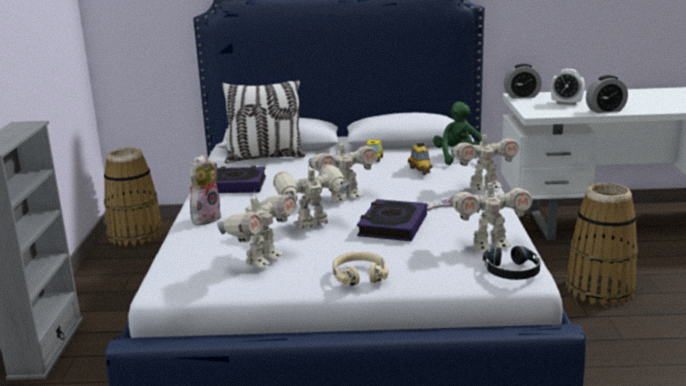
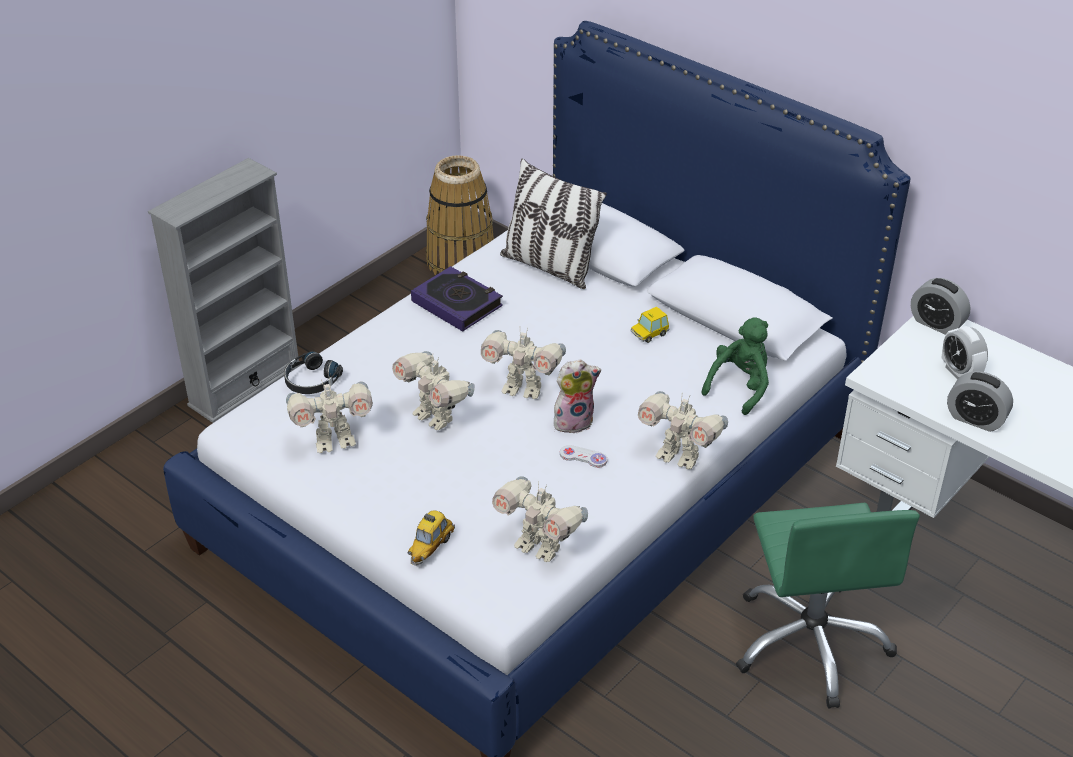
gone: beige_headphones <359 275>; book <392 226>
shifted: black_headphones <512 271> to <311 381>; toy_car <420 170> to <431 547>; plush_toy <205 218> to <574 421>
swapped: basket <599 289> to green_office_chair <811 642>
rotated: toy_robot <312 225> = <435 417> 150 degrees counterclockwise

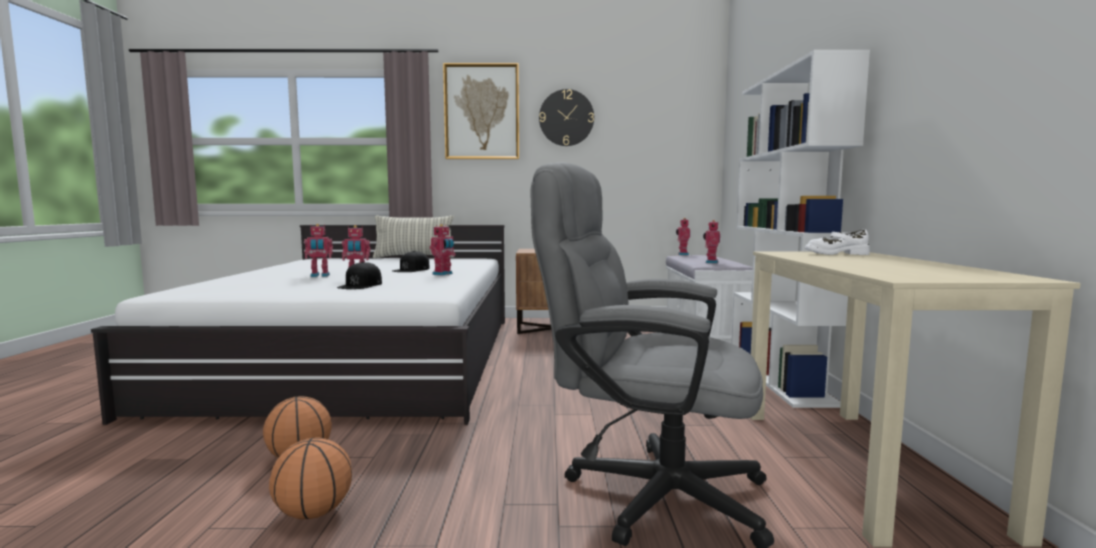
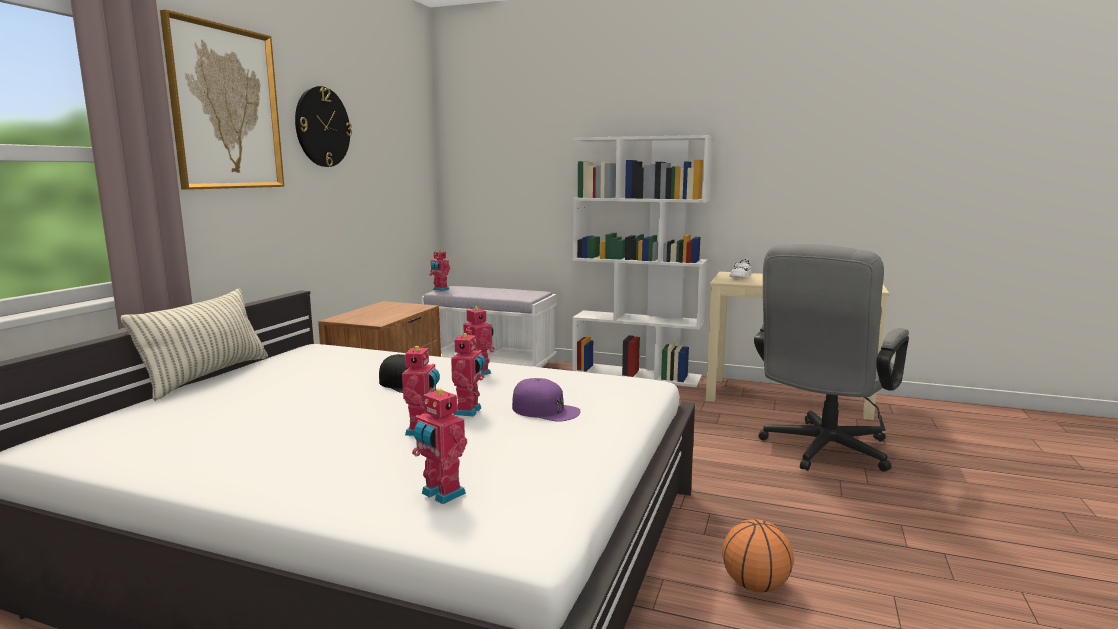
gone: basketball <314 513>
shifted: toy_robot <710 262> to <441 494>
repainted: black_cap <361 285> to purple_cap <545 410>

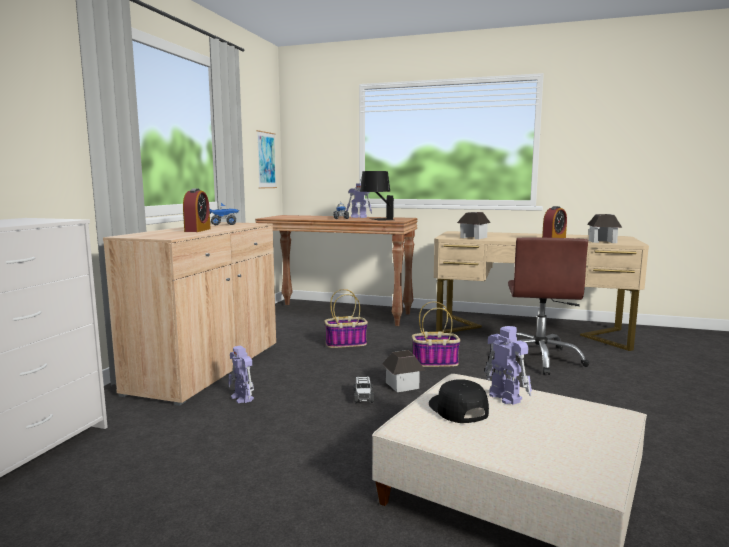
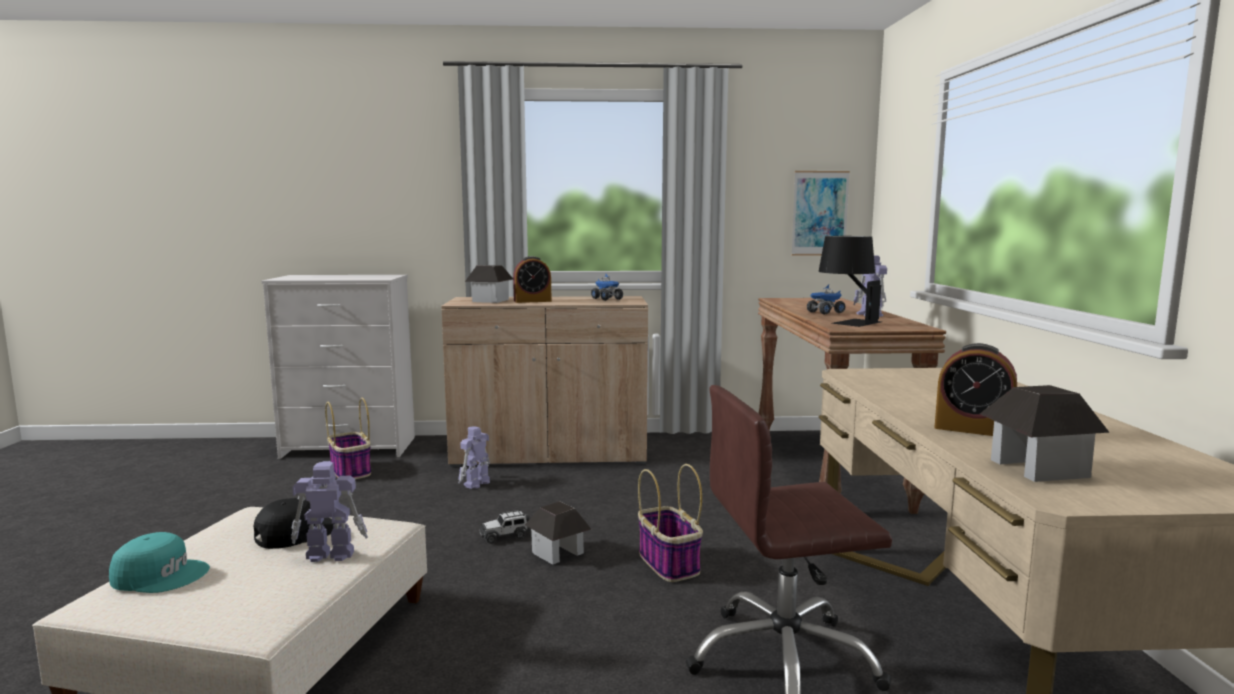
new: turquoise_cap <161 574>
shifted: basket <346 343> to <351 471>; toy_house <473 237> to <490 300>
rotated: toy_robot <504 397> = <329 554> 135 degrees counterclockwise

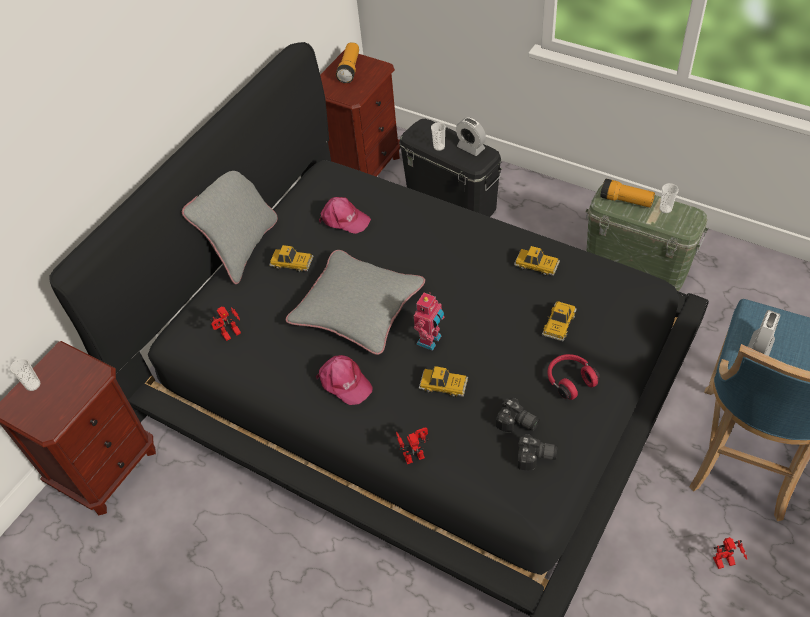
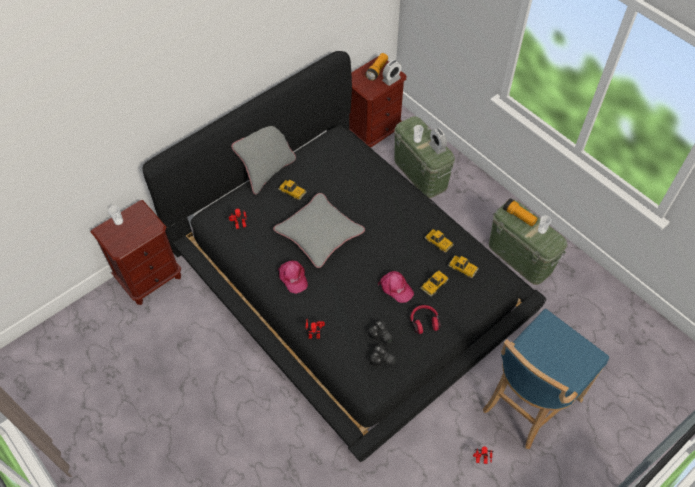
gone: toy_robot <430 341>
shifted: pink_cap <344 219> to <395 288>; alarm_clock <759 347> to <391 80>; toy_car <443 385> to <463 268>
repainted: black_storage_box <451 200> to green_storage_box <420 173>

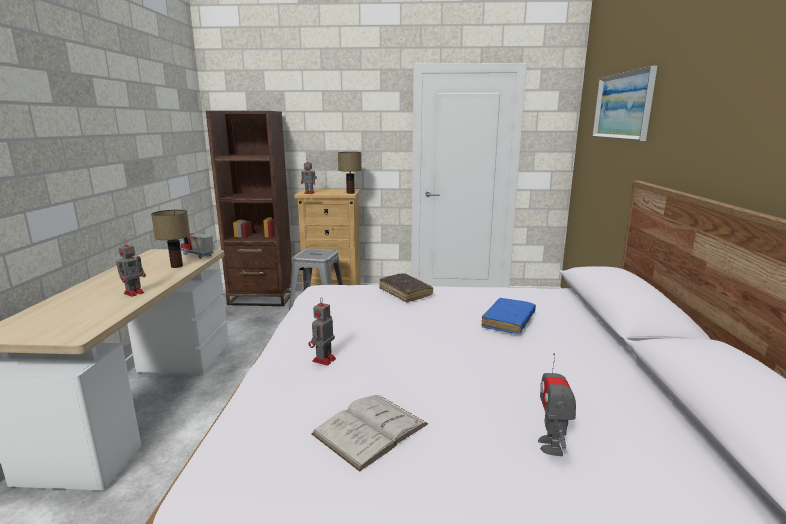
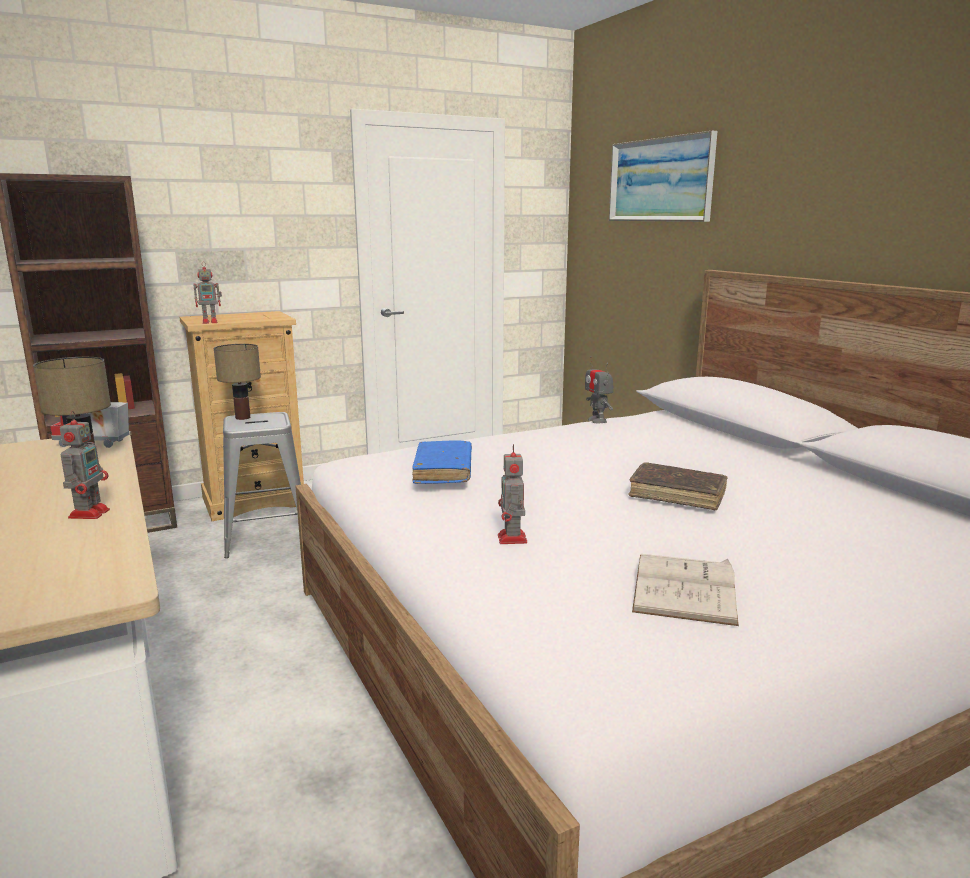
shifted: table_lamp <350 193> to <243 417>; blue_book <508 321> to <443 471>; toy_robot <551 445> to <597 420>; brown_book <405 292> to <677 495>

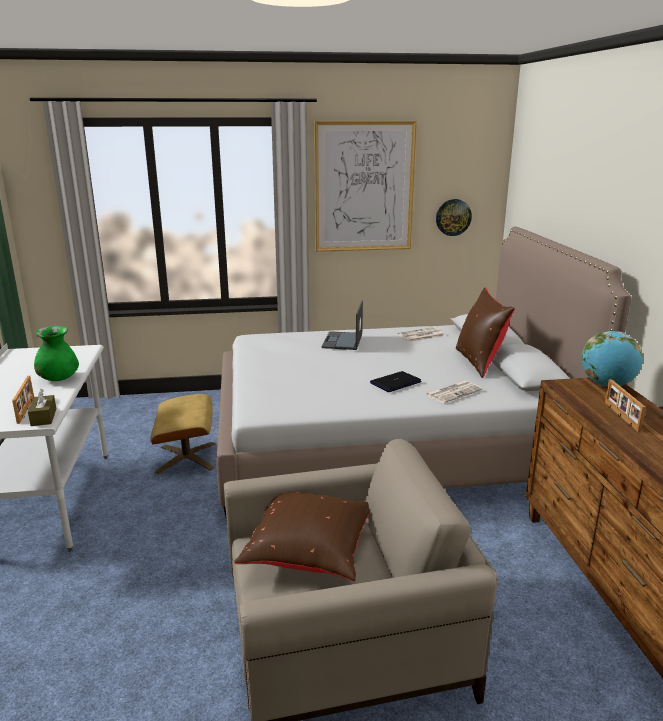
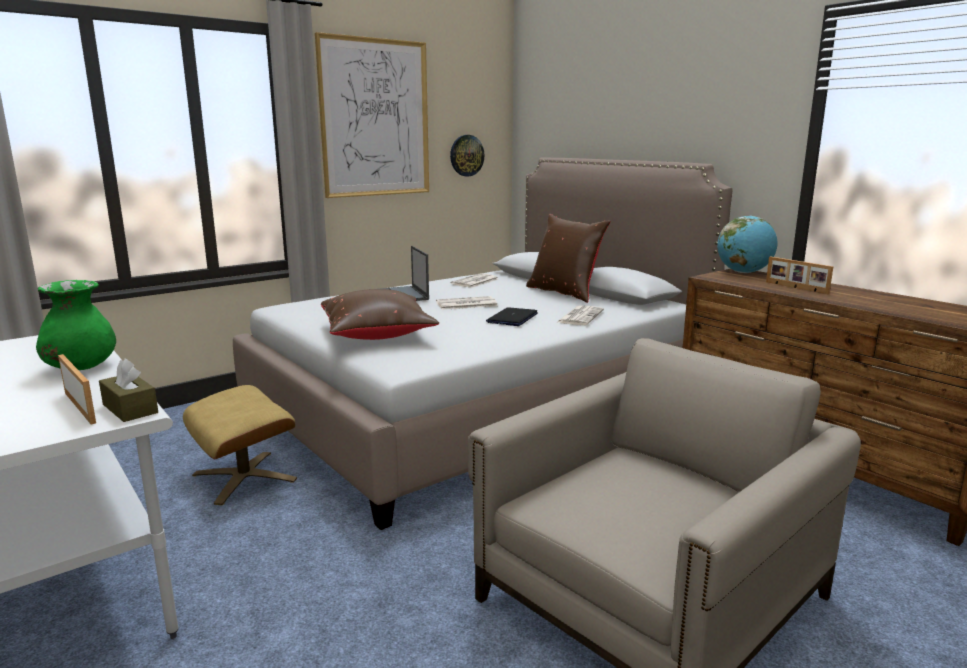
new: newspaper <466 304>
shifted: brown_pillow <310 551> to <378 335>

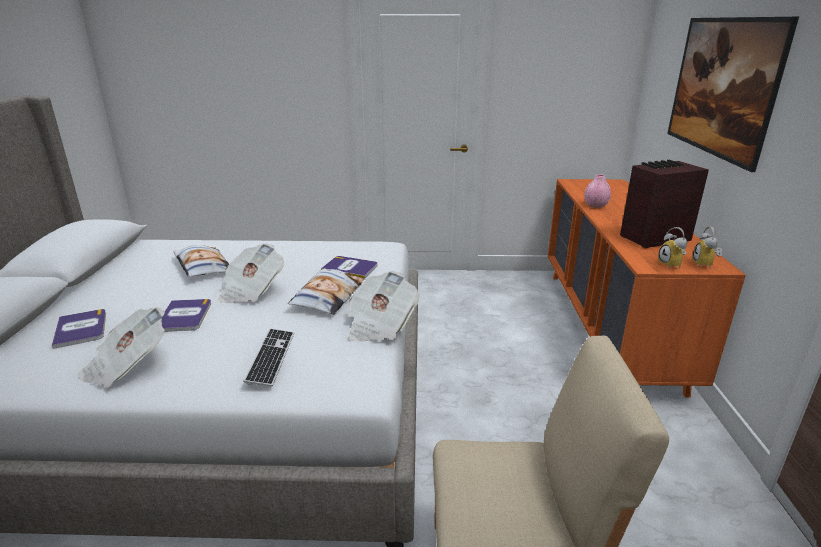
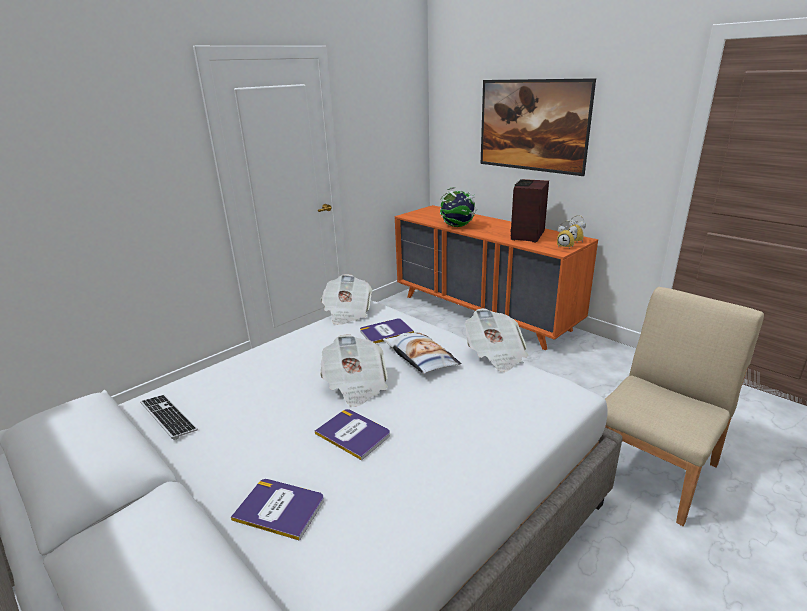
gone: pillow <202 267>
shifted: keyboard <271 358> to <168 417>; newspaper <127 366> to <347 312>
swapped: pink_vase <595 205> to globe <457 226>

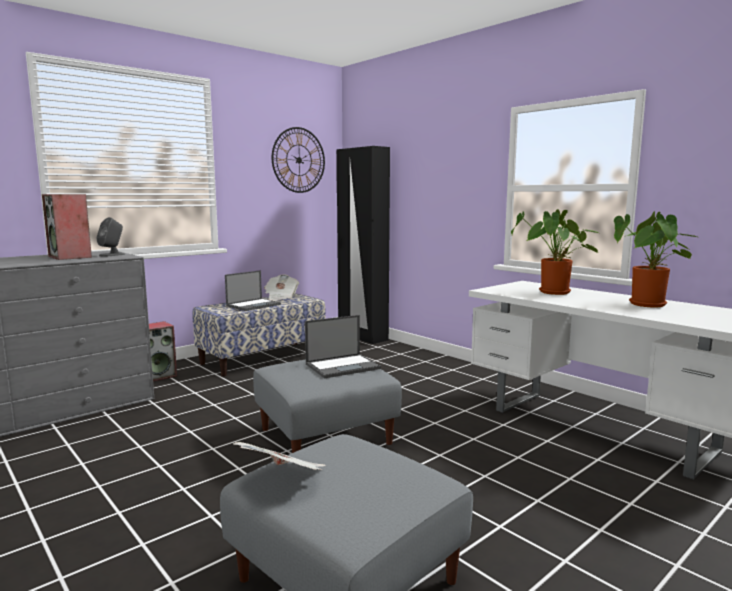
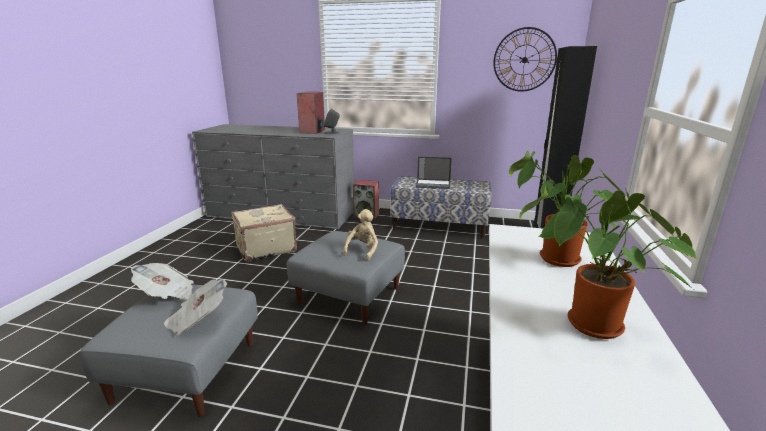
new: beige_suitcase <265 248>
shifted: newspaper <281 297> to <198 320>
swapped: laptop <343 366> to beige_plush_toy <362 250>

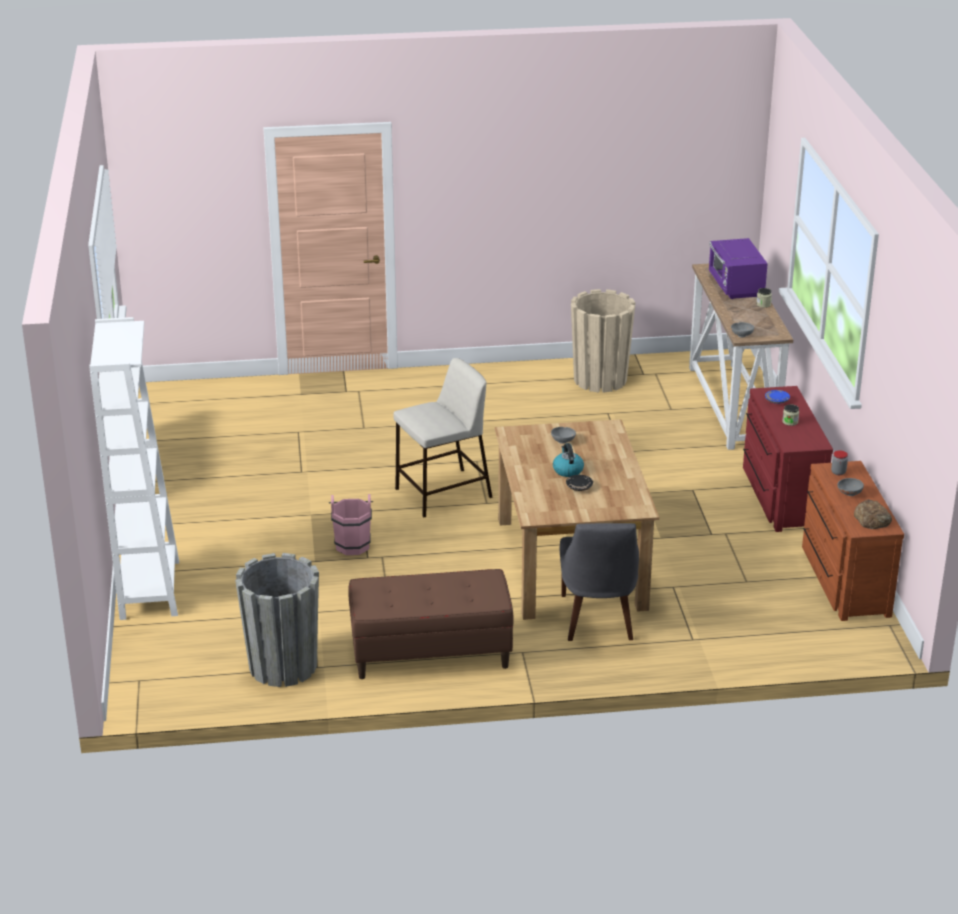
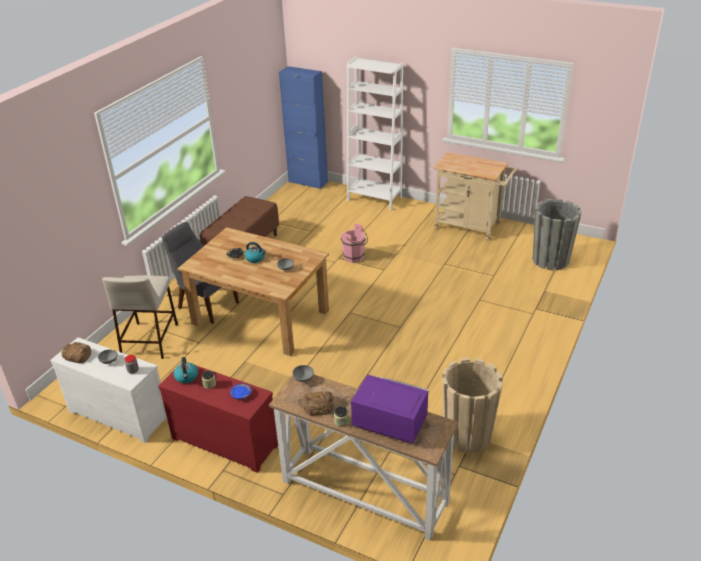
new: kettle <187 377>; blue_cabinet <308 182>; bread <318 405>; beige_cart <471 227>
shifted: beige_stool <442 493> to <150 339>; grey_planter <283 666> to <550 260>
repainted: brown_dresser <842 580> to white_dresser <120 413>

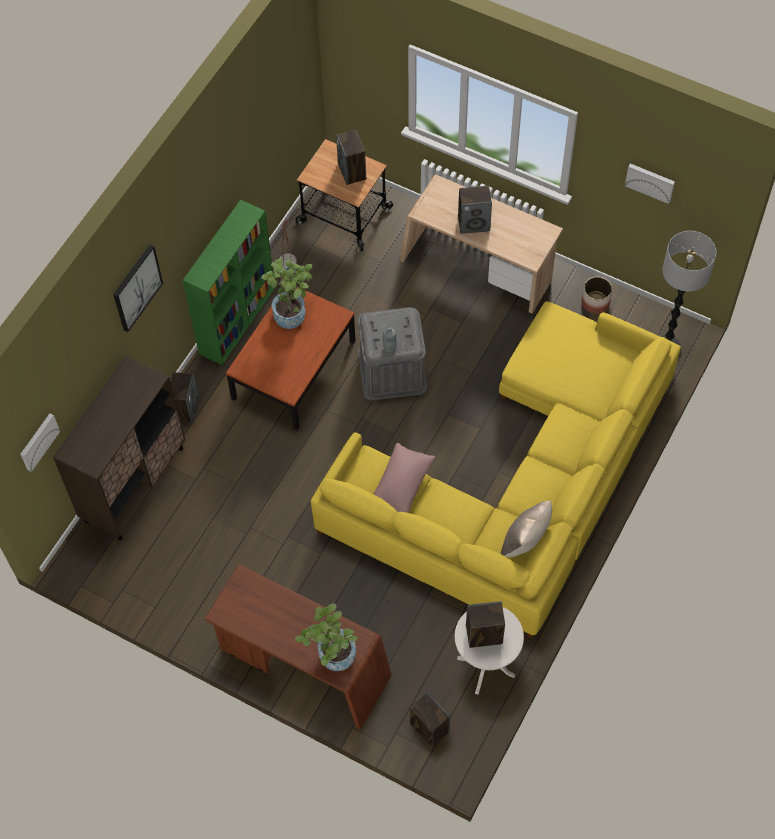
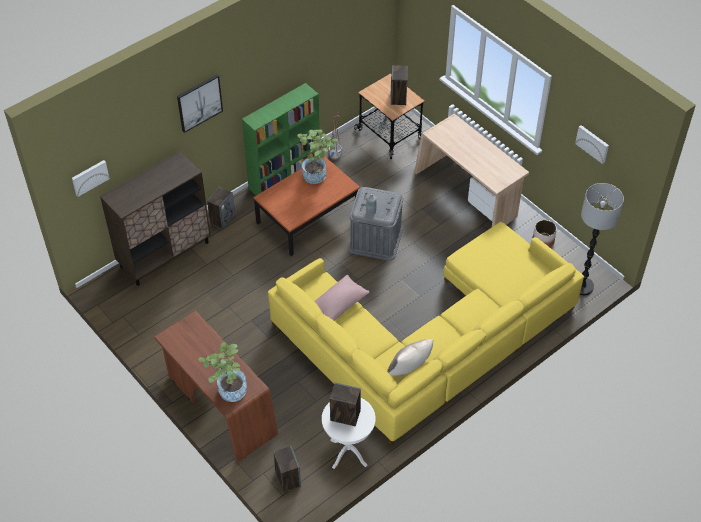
gone: speaker <474 223>

